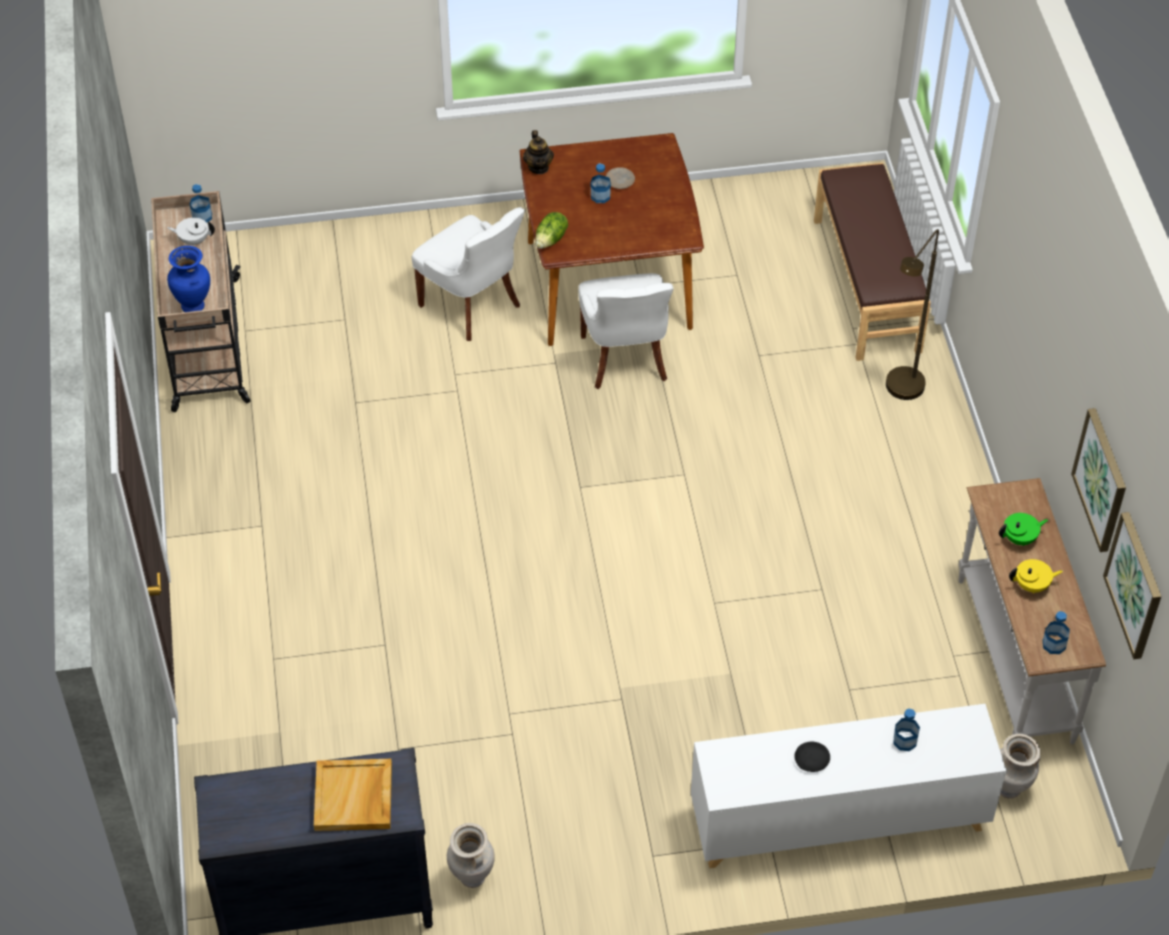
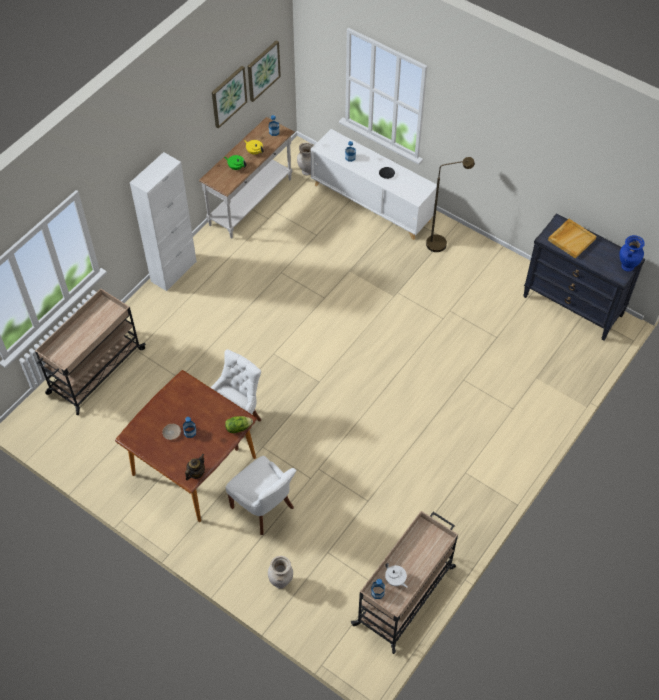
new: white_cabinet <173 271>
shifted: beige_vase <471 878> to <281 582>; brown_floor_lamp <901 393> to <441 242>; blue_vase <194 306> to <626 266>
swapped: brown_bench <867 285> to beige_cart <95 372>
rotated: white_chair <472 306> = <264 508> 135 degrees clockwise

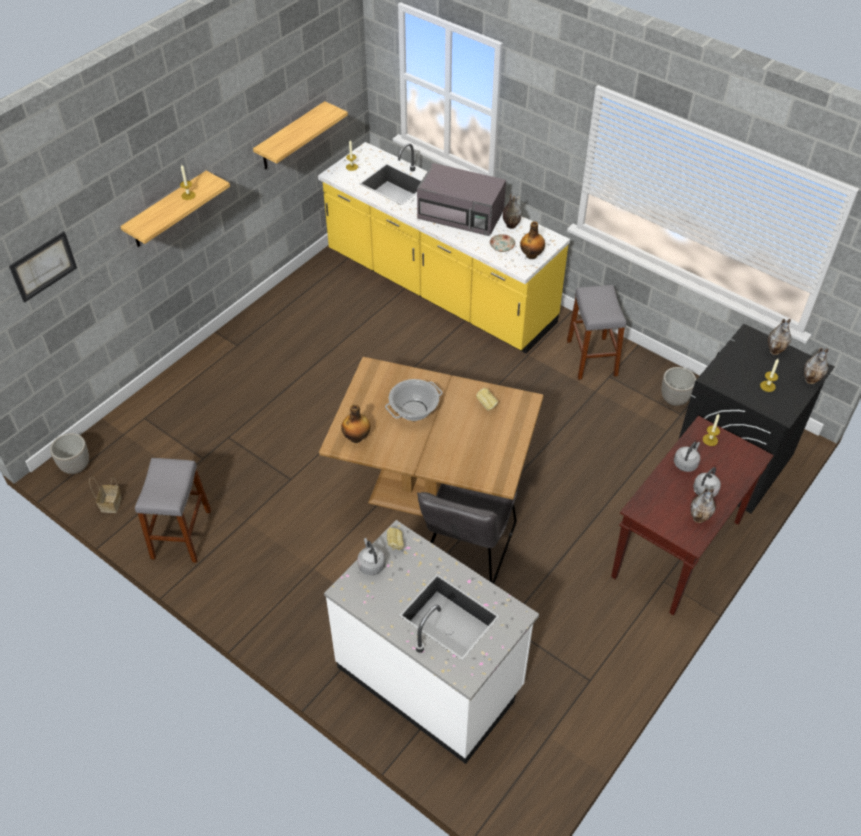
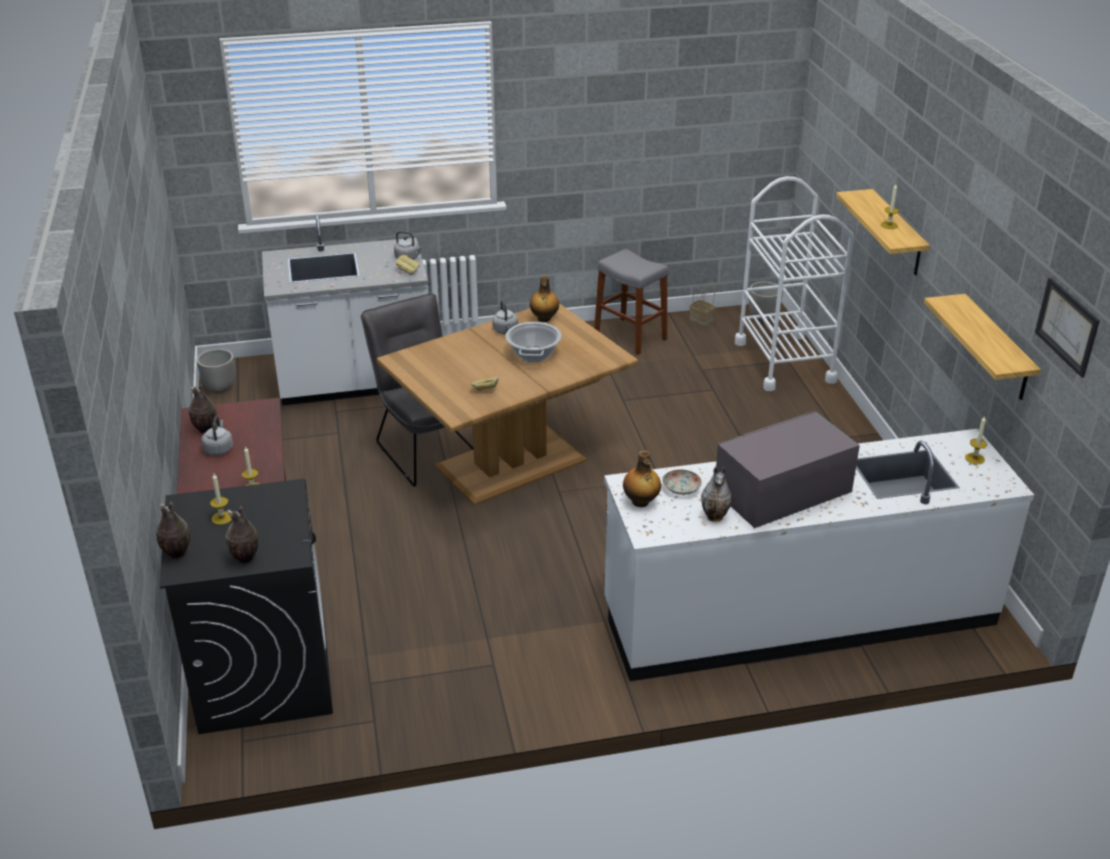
gone: grey_stool <591 358>
new: white_cart <784 361>
shifted: planter <674 399> to <220 387>; grey_kettle <686 463> to <505 331>; picture <43 266> to <1067 326>
repainted: yellow_counter <439 289> to white_counter <798 615>

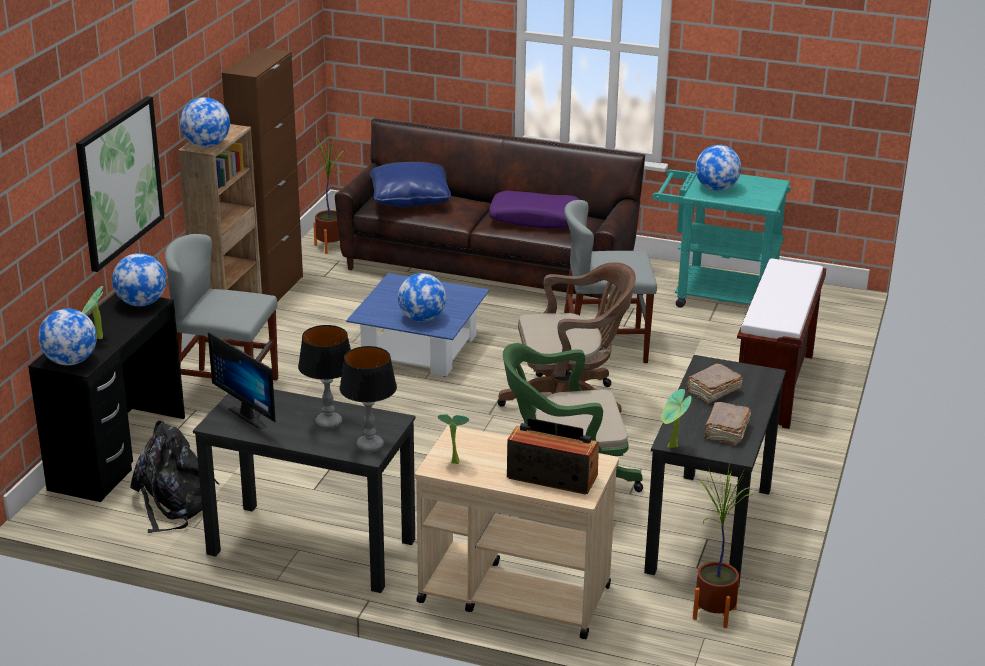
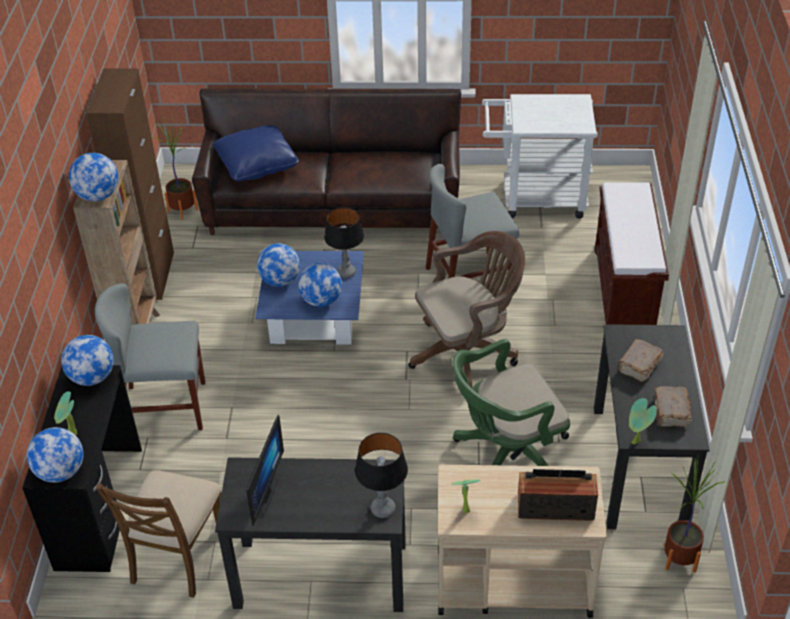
gone: picture <119 182>; purple_pillow <536 219>
shifted: globe <716 188> to <280 281>; table_lamp <328 423> to <346 272>
swapped: black_backpack <174 503> to brown_chair <177 556>
repainted: turquoise_cart <715 296> to white_cart <535 198>
rotated: monitor <252 415> = <261 497> 105 degrees counterclockwise

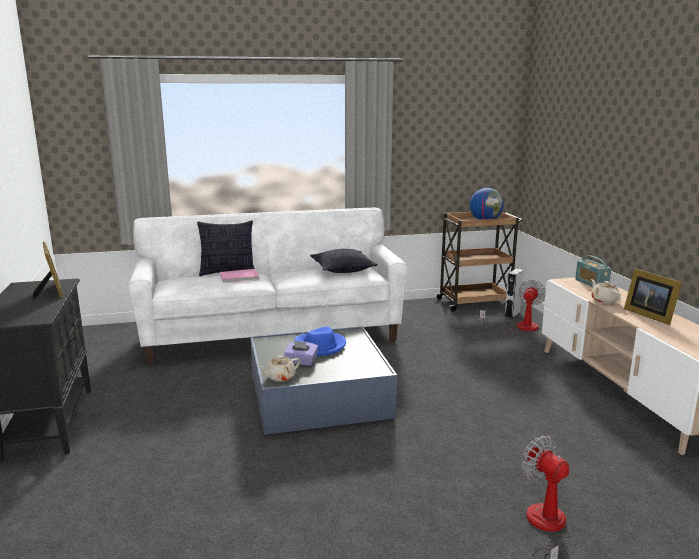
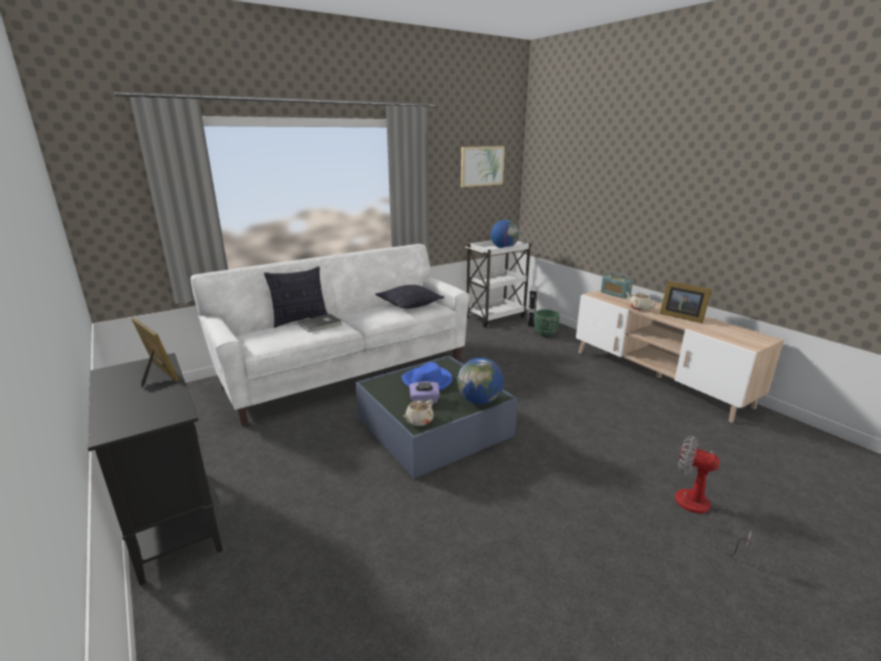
new: globe <479 401>; picture <482 166>
swapped: fan <519 327> to green_planter <545 334>
repainted: pink_book <240 277> to grey_book <321 324>; brown_cart <474 302> to white_cart <495 317>

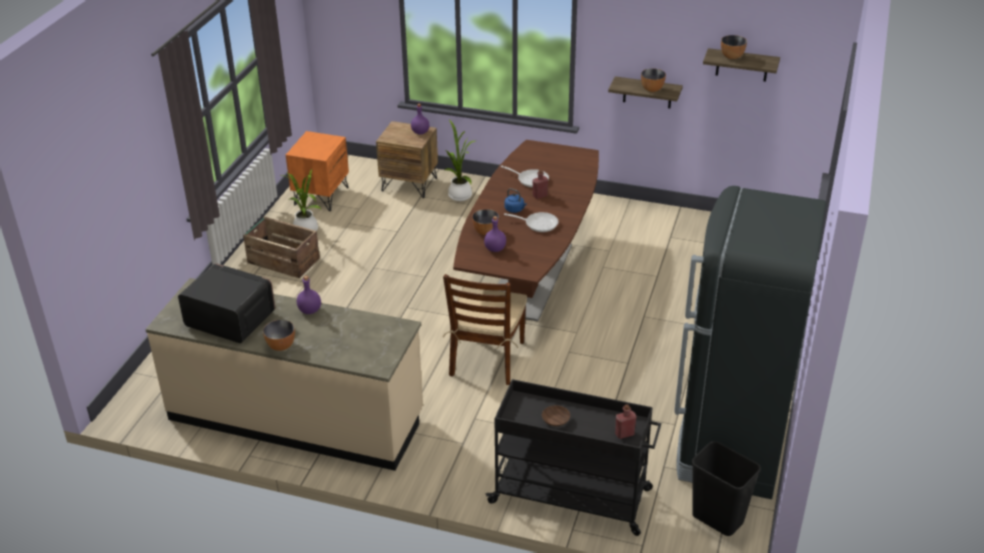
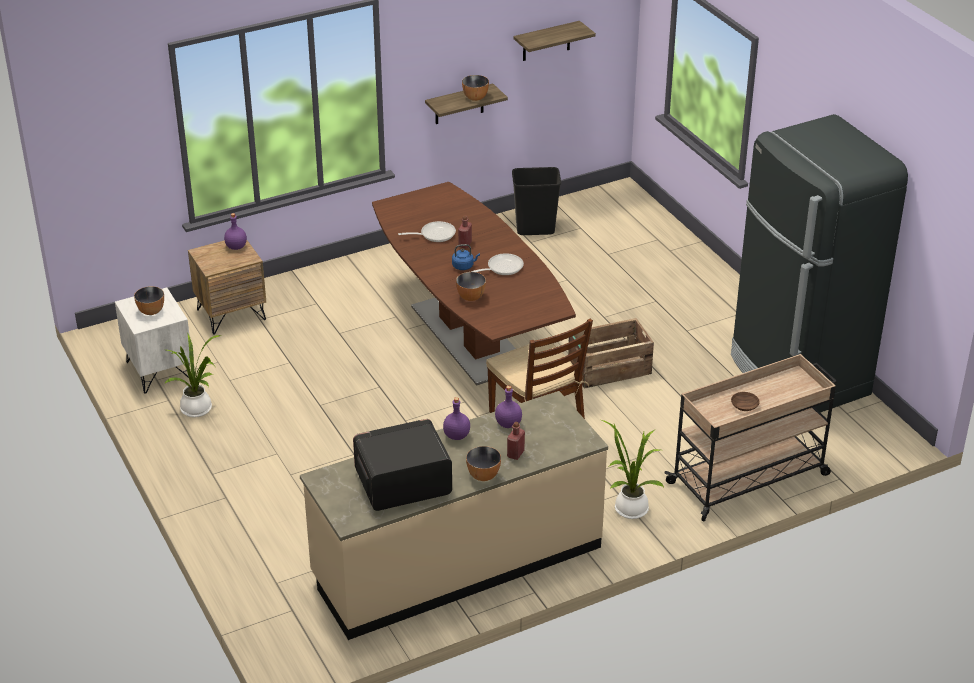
shifted: bowl <732 57> to <151 311>; purple_bottle <495 249> to <508 423>; red_bottle <624 434> to <515 454>; black_trash_can <718 518> to <535 229>; crate <283 260> to <608 369>; potted_plant <459 194> to <628 508>
repainted: orange_nightstand <321 196> to white_nightstand <158 371>; black_cart <572 496> to beige_cart <749 478>

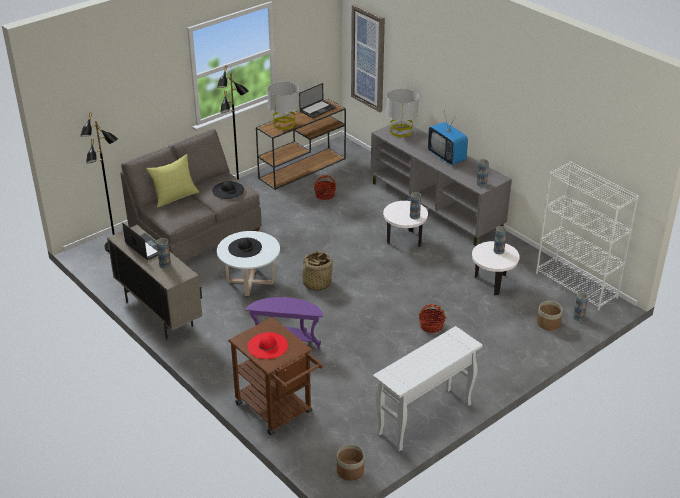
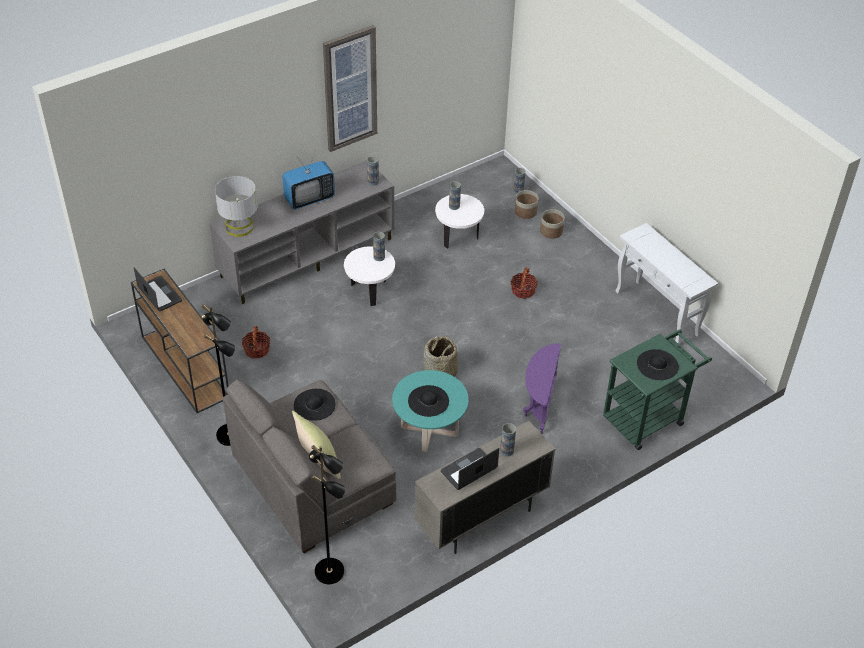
gone: grey_table_lamp <284 124>; white_bookcase <577 285>
shifted: picture <368 58> to <350 89>; planter <350 471> to <551 231>
repainted: white_coffee_table <250 282> to turquoise_coffee_table <429 430>; brown_cart <278 411> to green_cart <648 417>; red_hat <267 346> to black_hat <657 365>

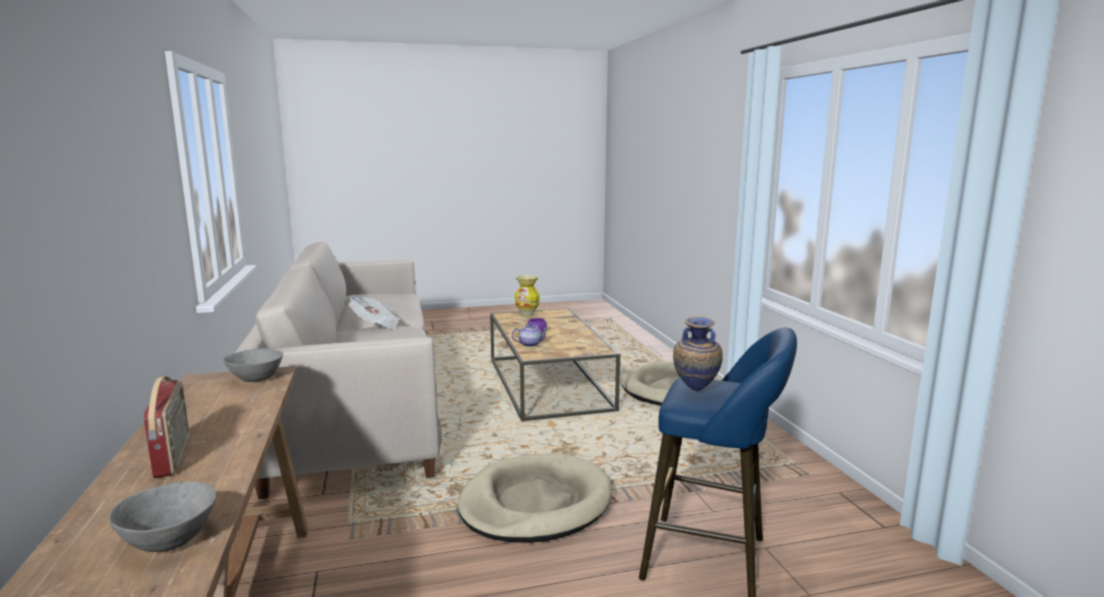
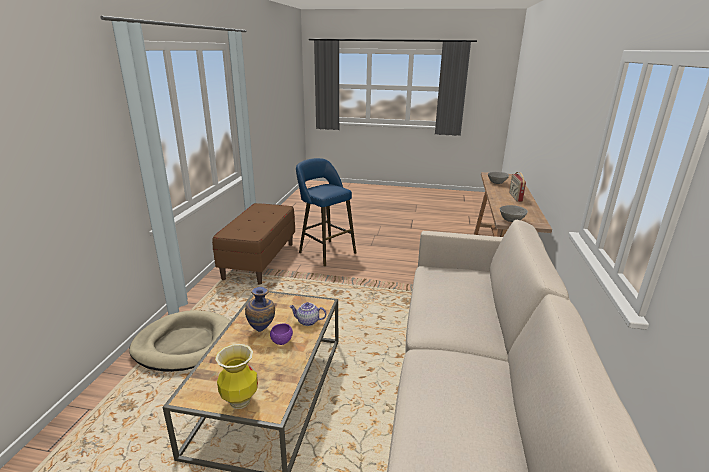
gone: newspaper <376 325>; beige_dog_bed <535 503>
new: brown_bench <259 260>
shifted: vase <695 392> to <262 330>

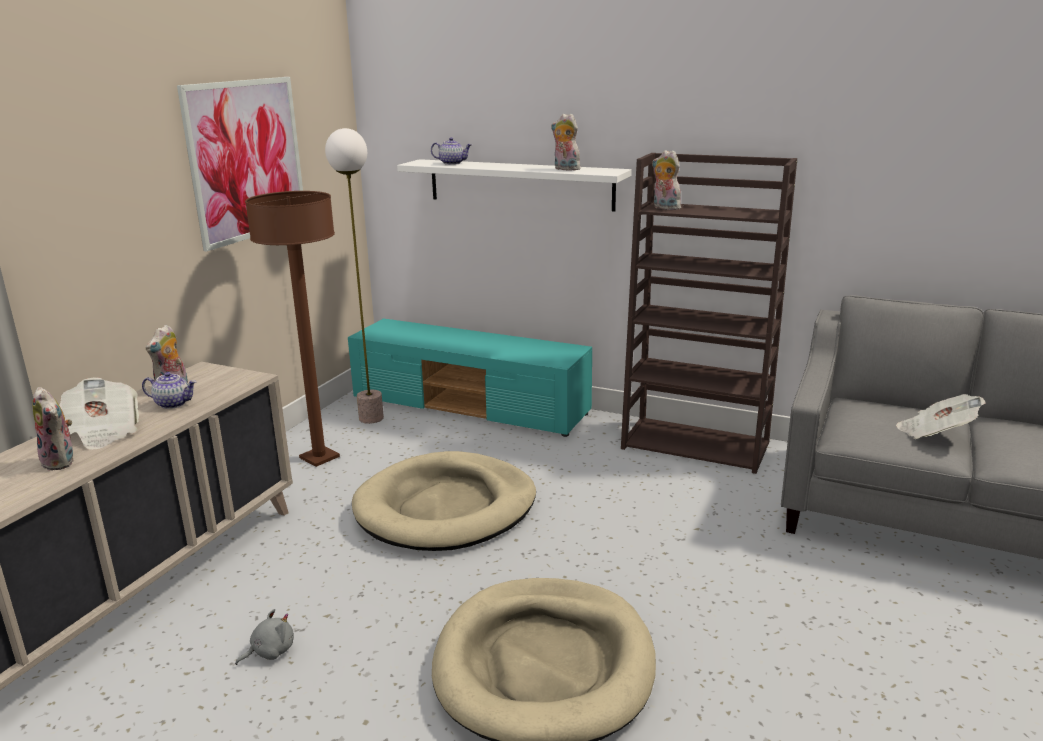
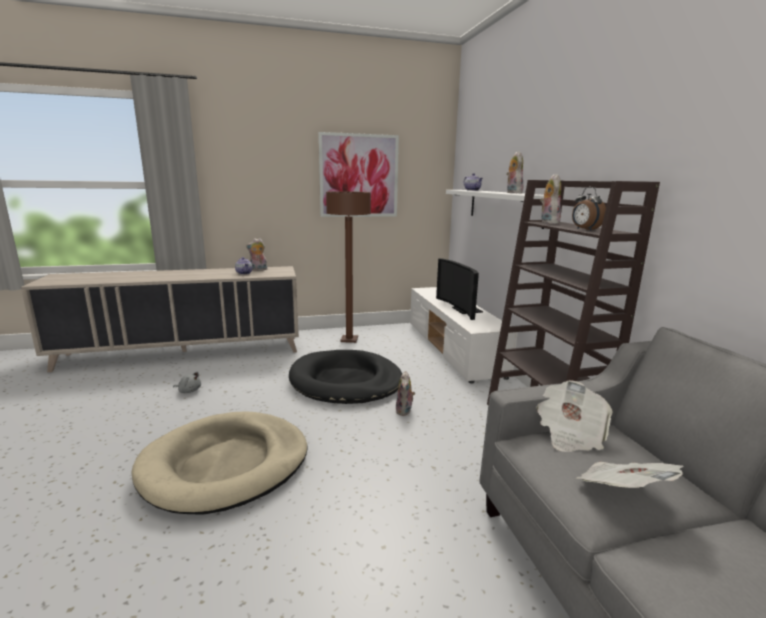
gone: floor_lamp <370 418>
new: television <463 310>; alarm_clock <584 230>
shifted: plush_toy <61 462> to <405 411>; newspaper <103 432> to <570 433>
repainted: beige_dog_bed <446 508> to black_dog_bed <346 381>; turquoise_tv_stand <471 406> to white_tv_stand <454 349>

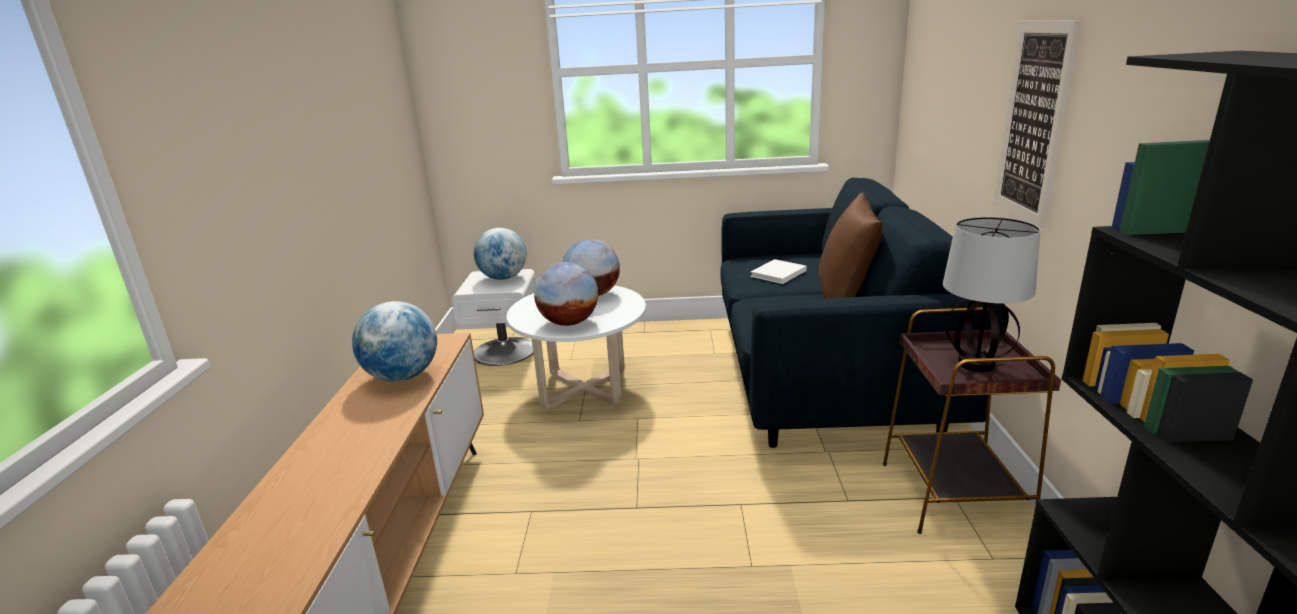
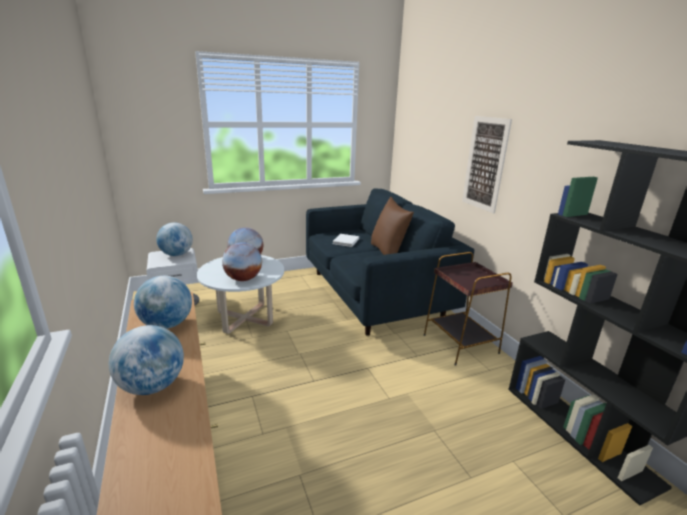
gone: table_lamp <976 364>
new: globe <152 386>

